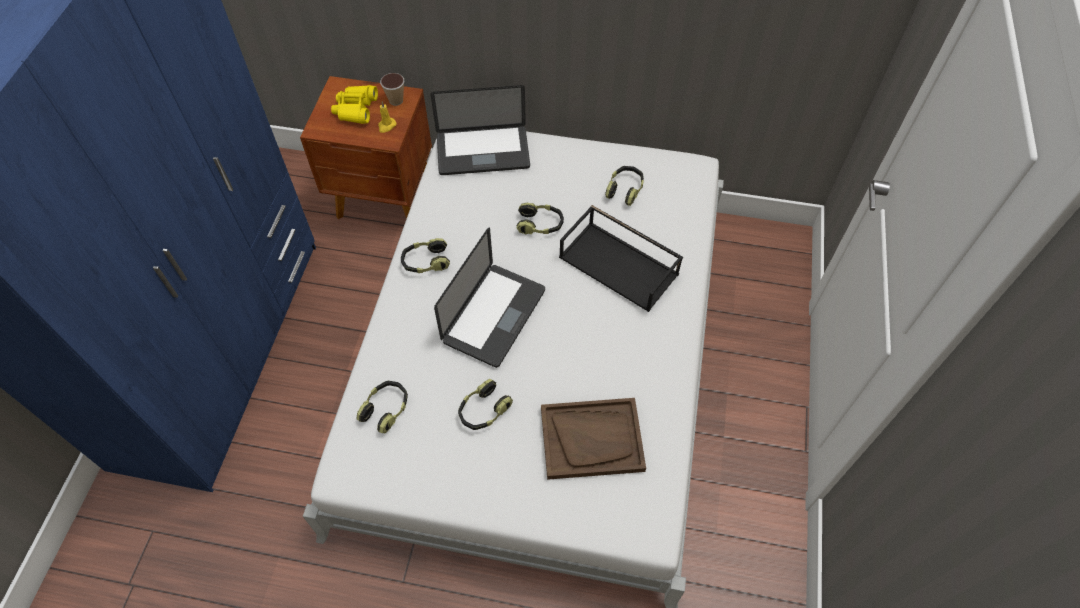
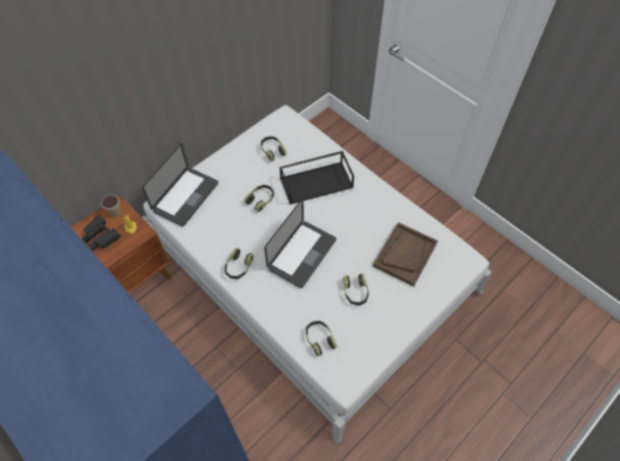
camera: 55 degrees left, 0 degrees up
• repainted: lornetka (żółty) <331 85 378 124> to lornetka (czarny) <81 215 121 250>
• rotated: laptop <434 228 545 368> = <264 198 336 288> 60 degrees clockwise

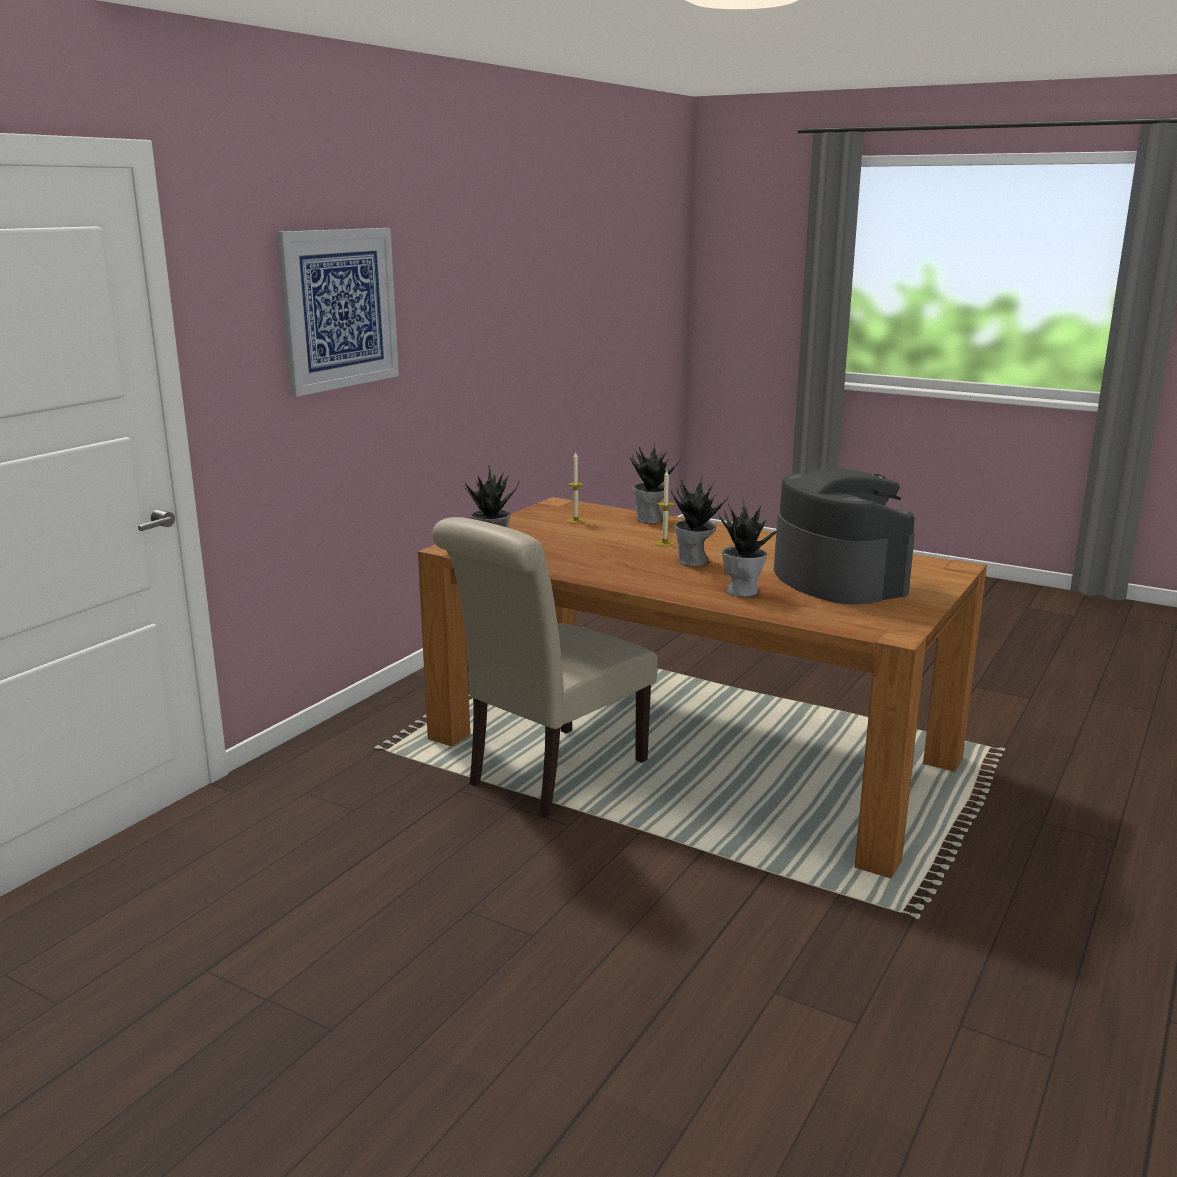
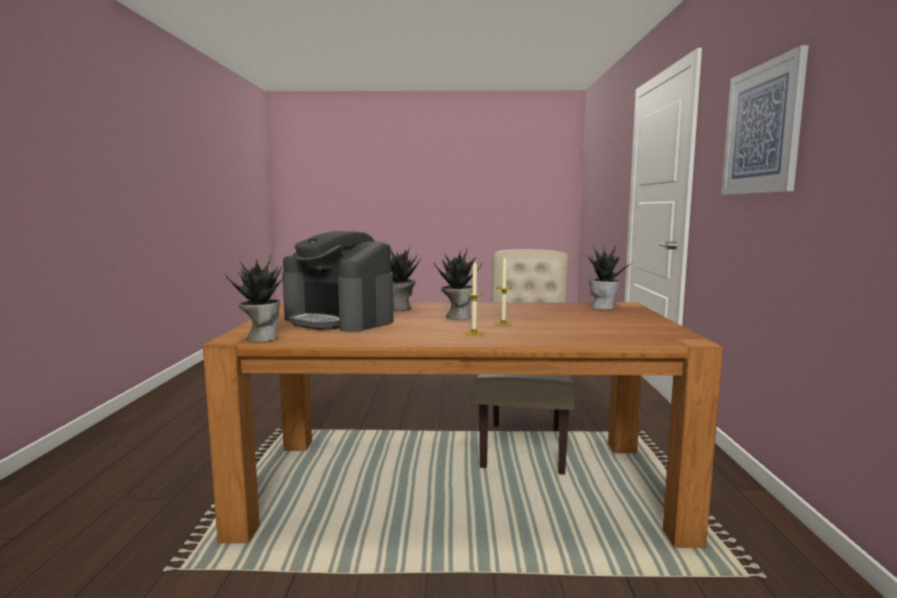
camera: 150 degrees right, 10 degrees down
• shifted: świeca <566 452 585 524> to <464 261 484 336>
• shifted: roślina doniczkowa <630 442 681 523> to <225 255 285 342>

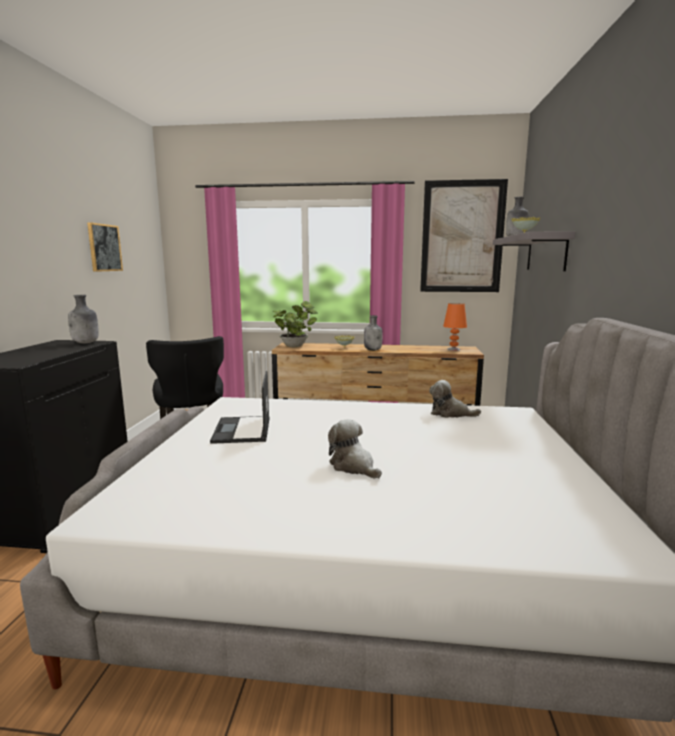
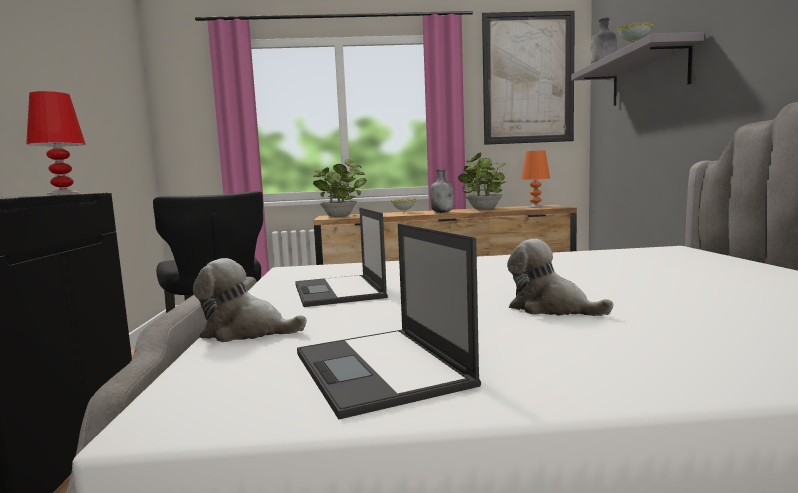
camera: 10 degrees left, 5 degrees down
• swapped: butelka (szary) <68 295 99 343> to lampa stołowa (czerwony) <26 91 86 195>
• gone: obraz <87 222 123 272>
• shifted: pluszak <429 380 481 418> to <193 258 306 342>
• new: laptop <297 224 481 420>
• new: roślina doniczkowa <458 153 507 210>

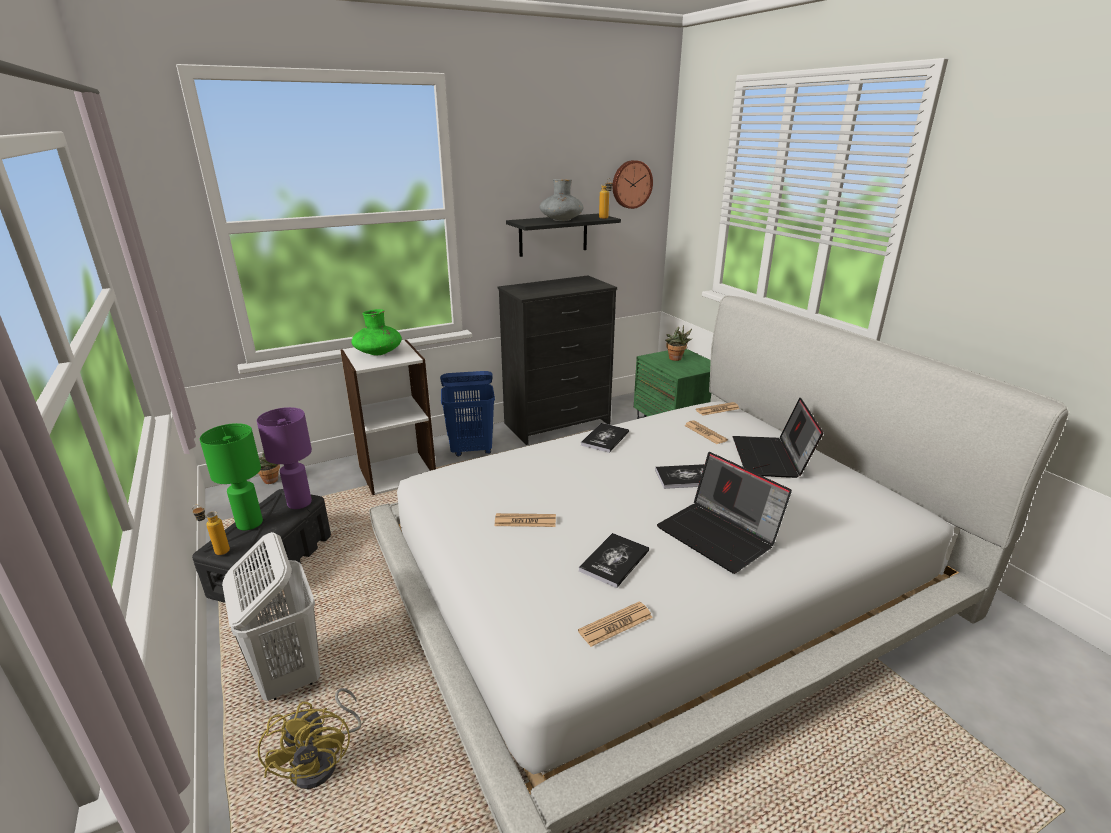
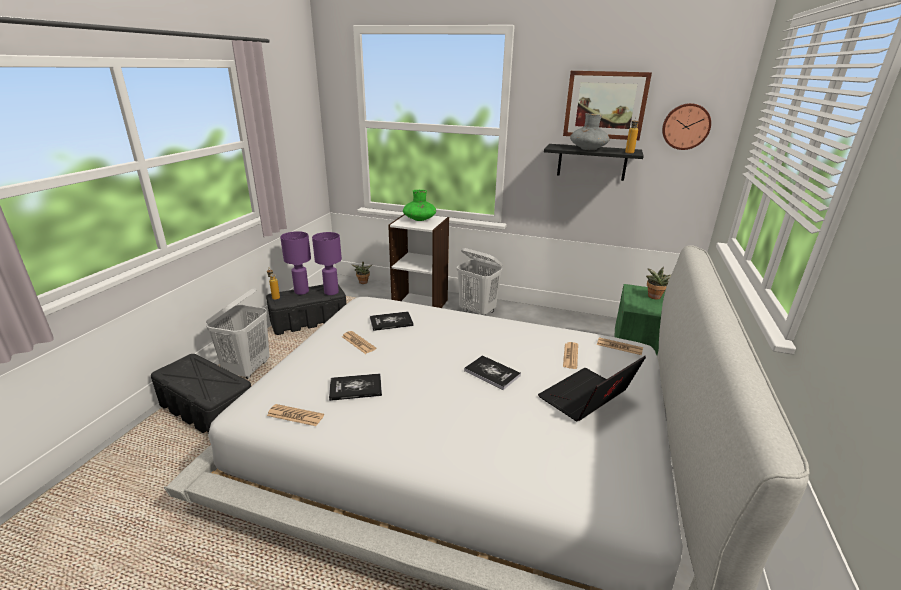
camera: 45 degrees right, 0 degrees up
• repainted: lampa stołowa (zielony) <200 423 263 530> to lampa stołowa (fioletowy) <280 231 311 295>
• swapped: wentylator (żółty) <258 688 361 789> to pojemnik do przechowywania (czarny) <151 354 251 433>
• repainted: kosz na pranie (niebieski) <440 371 495 457> to kosz na pranie (biały) <457 248 503 316>
• gone: komoda (czarny) <498 276 617 445>
• shifted: książka <581 423 629 453> to <370 311 414 331>
• gone: laptop <657 452 792 574>
• new: obraz <563 71 652 140>

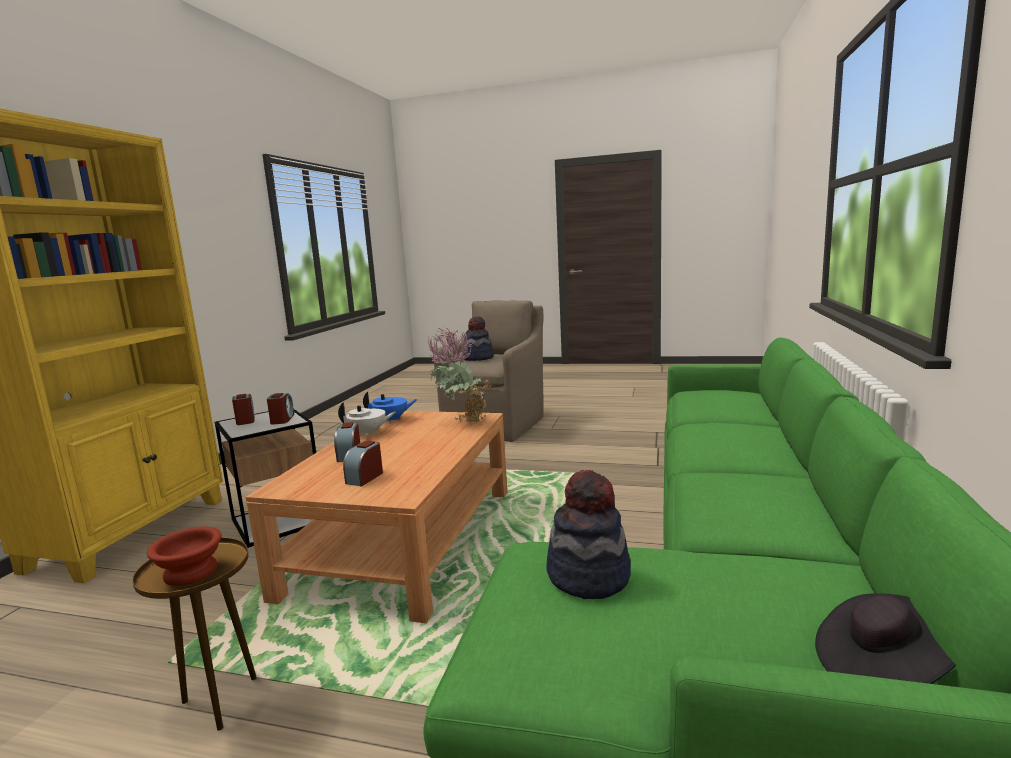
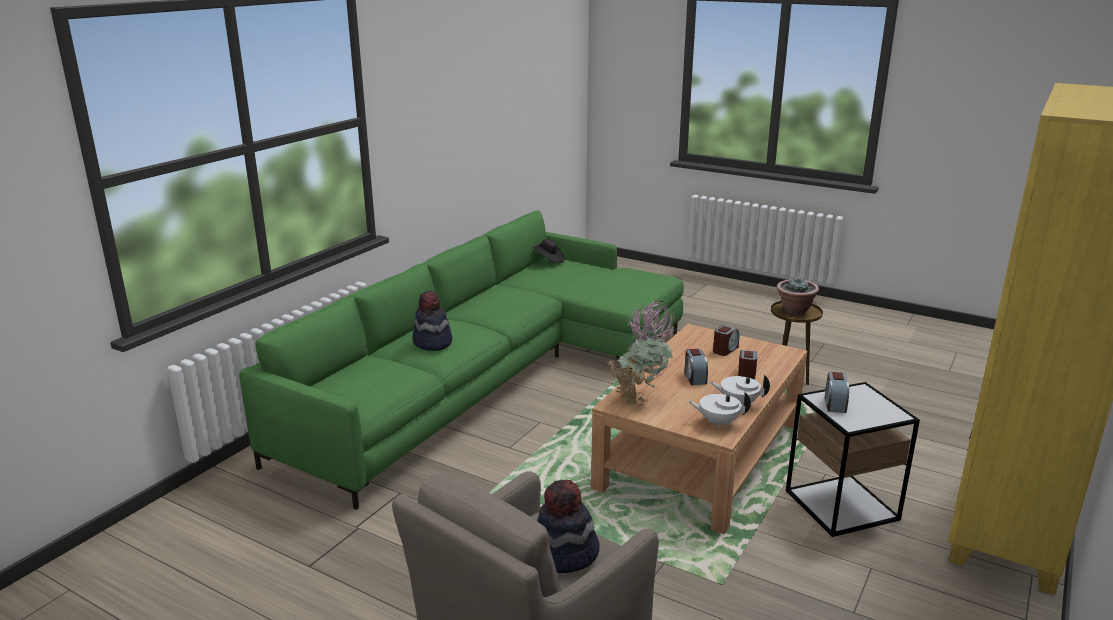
camera: 165 degrees left, 10 degrees up
• swapped: miska (brązowy) <147 526 222 586> to roślina doniczkowa <777 277 819 314>
• shifted: budzik <232 394 255 425> to <684 349 708 385>
• repainted: imbryk (niebieski) <363 392 417 423> to imbryk (biały) <688 392 751 428>
• shifted: kapelusz <546 470 631 599> to <412 291 452 351>

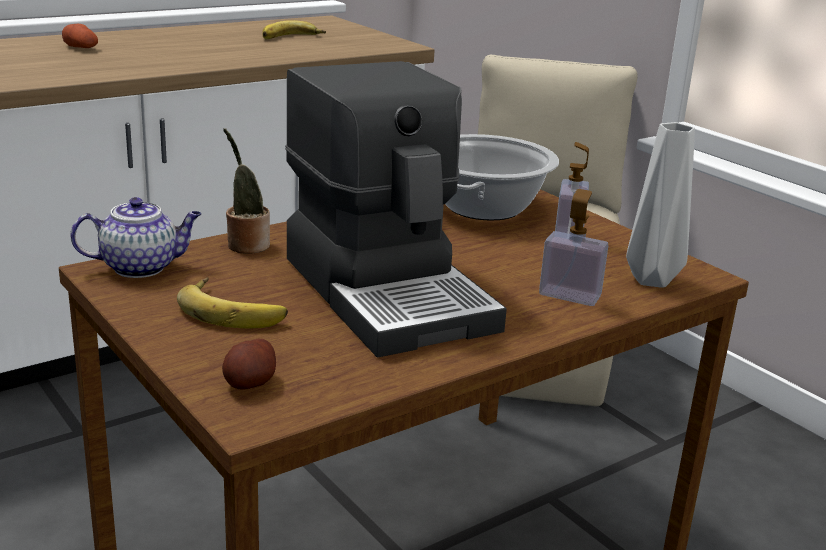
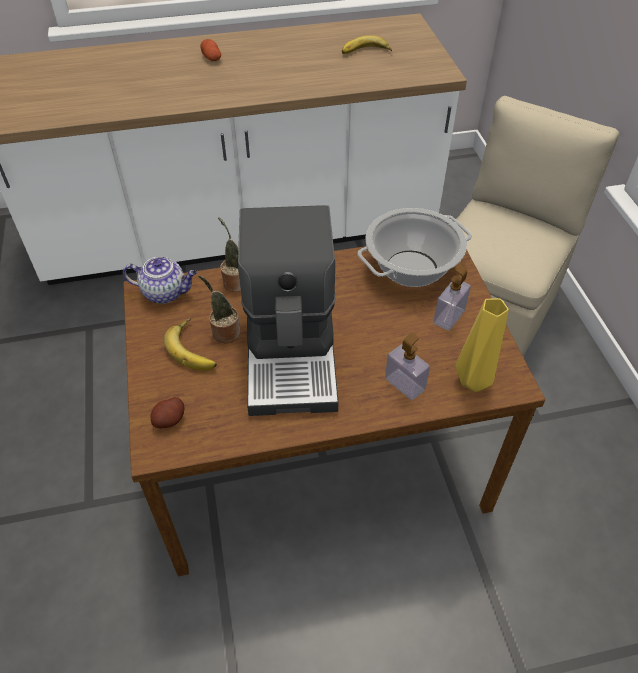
camera: 25 degrees right, 25 degrees up
• repainted: wazon (szary) <626 122 695 288> to wazon (żółty) <455 298 509 392>
• new: roślina doniczkowa <198 275 240 343>

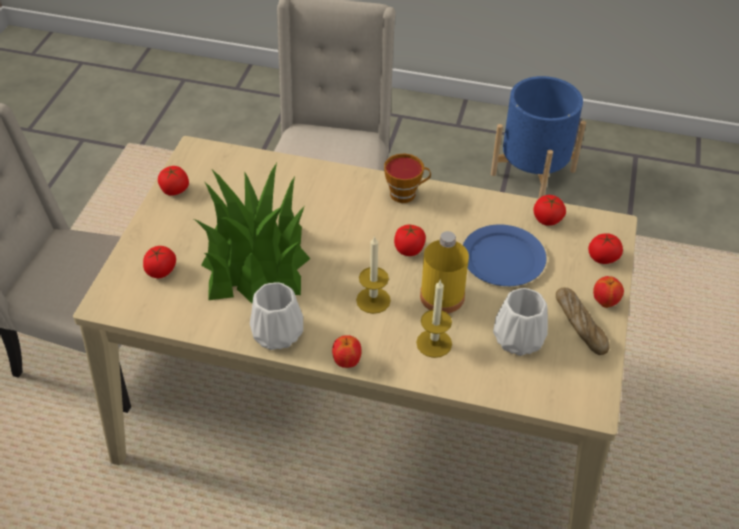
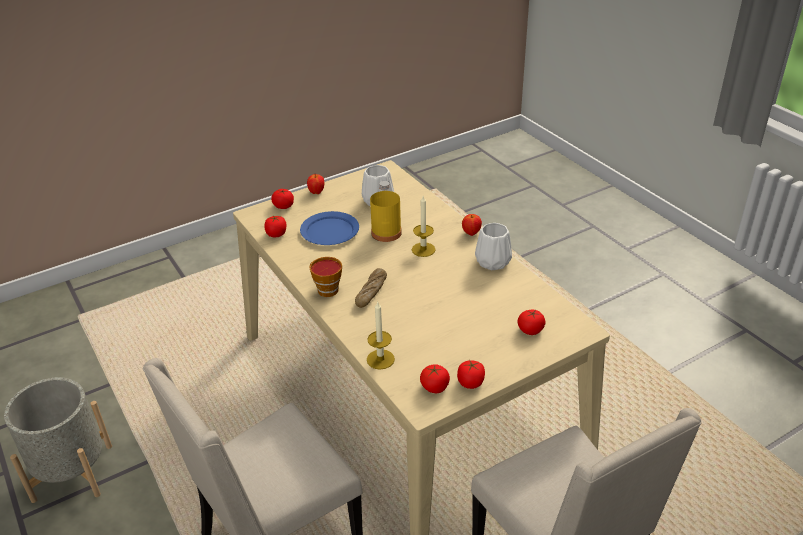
camera: 135 degrees left, 10 degrees down
• gone: roślina doniczkowa <194 163 311 303>
• shifted: pomidor <394 225 426 256> to <420 364 450 393>
• shifted: świeca <416 279 452 358> to <367 301 395 370>
• repainted: donica (niebieski) <491 76 586 199> to donica (szary) <4 377 112 503>
• shifted: chleb <556 287 610 355> to <355 268 387 308>

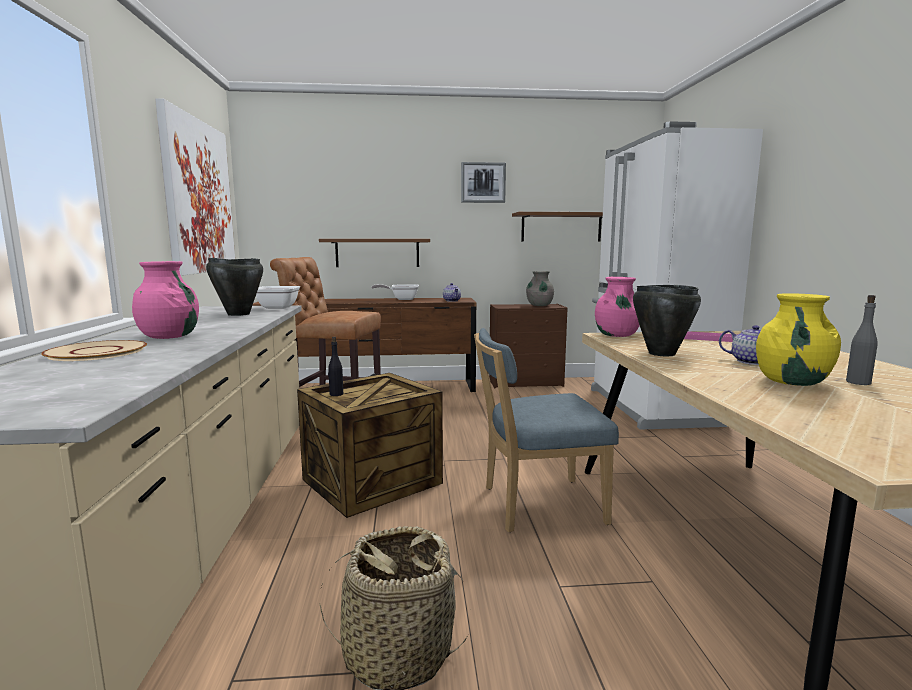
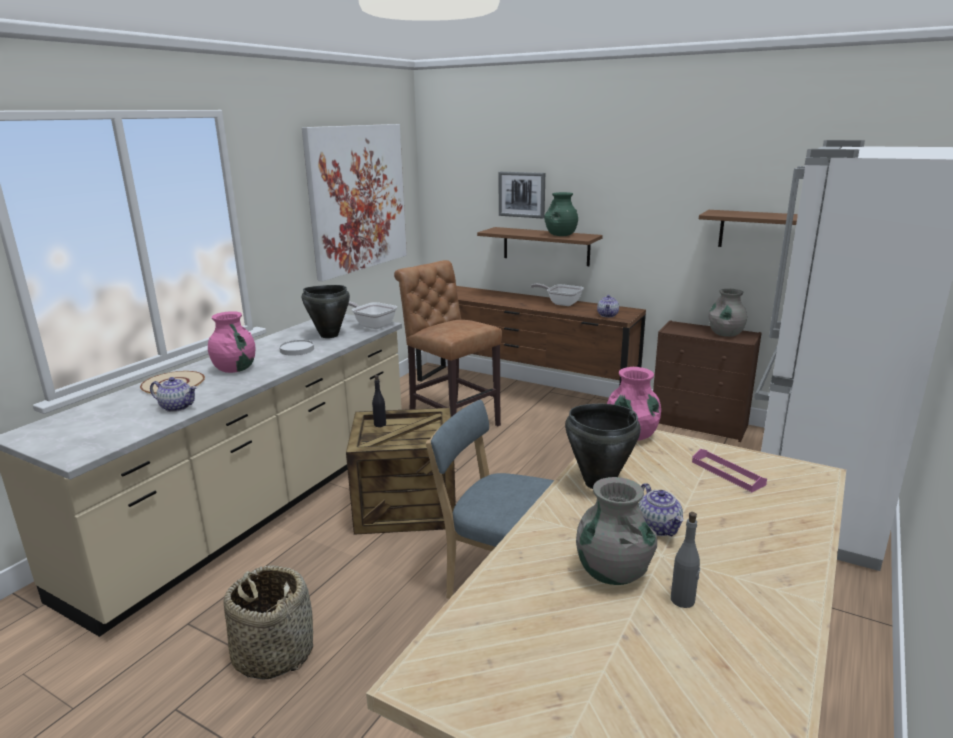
camera: 35 degrees right, 10 degrees up
• shifted: obraz <461 162 506 203> to <499 172 545 219>
• repainted: wazon (żółty) <756 293 841 386> to wazon (szary) <576 477 657 585>
• new: imbryk <150 377 197 412>
• new: talerz (biały) <279 340 314 356>
• new: wazon (zielony) <544 192 578 236>

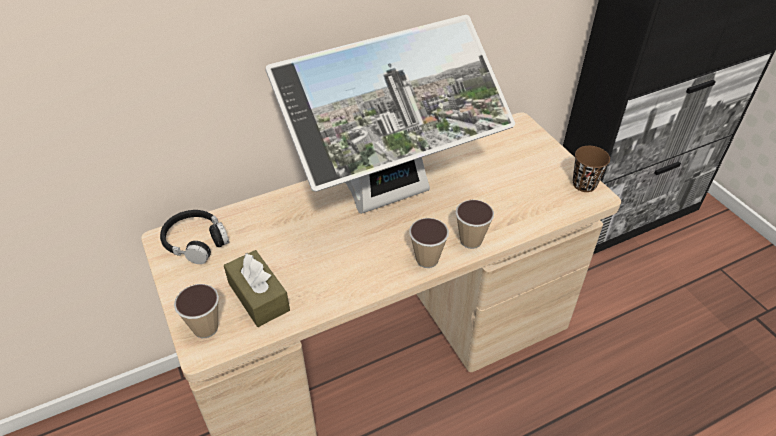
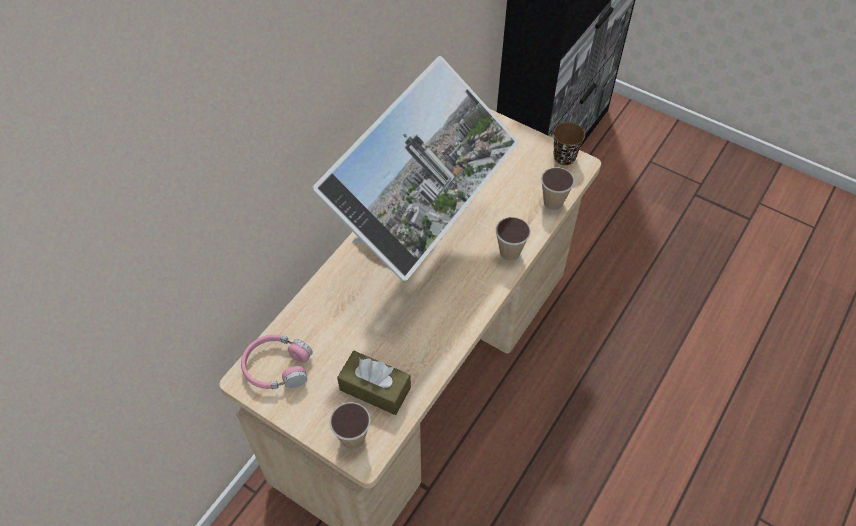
camera: 30 degrees left, 10 degrees up
• repainted: słuchawki (czarny) <160 210 229 264> to słuchawki (różowy) <241 335 313 389>
• shifted: filiżanka <409 218 449 268> to <541 167 575 210>

